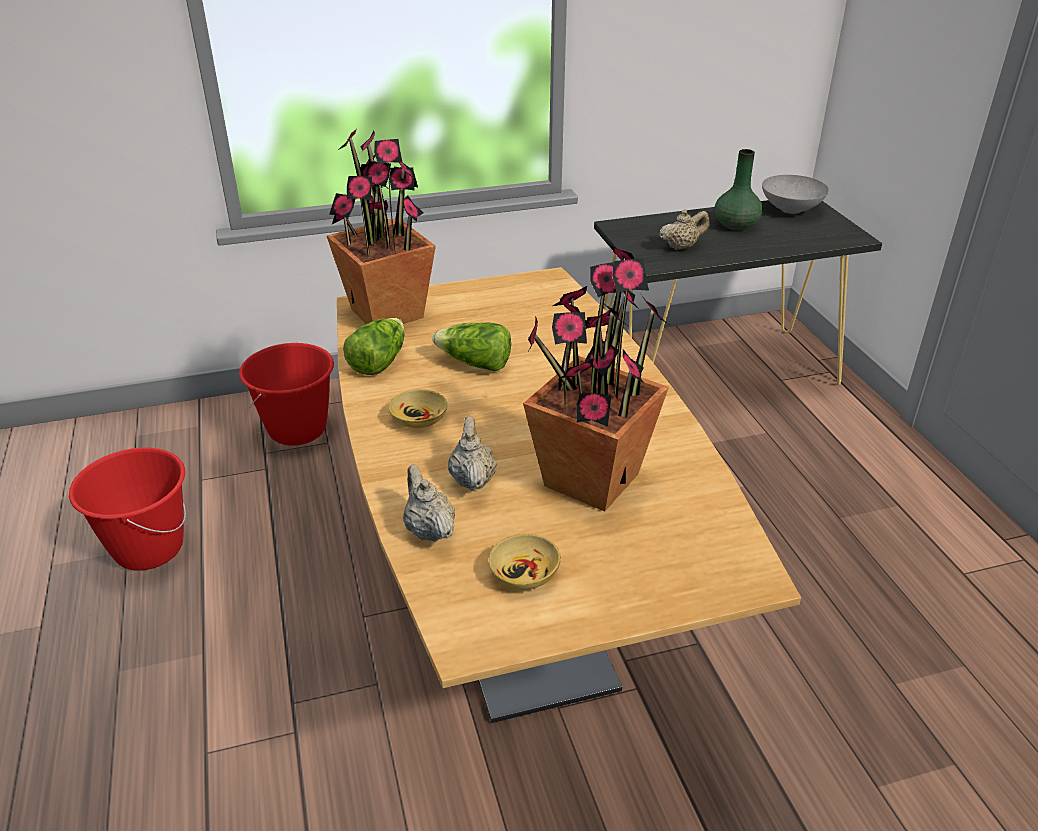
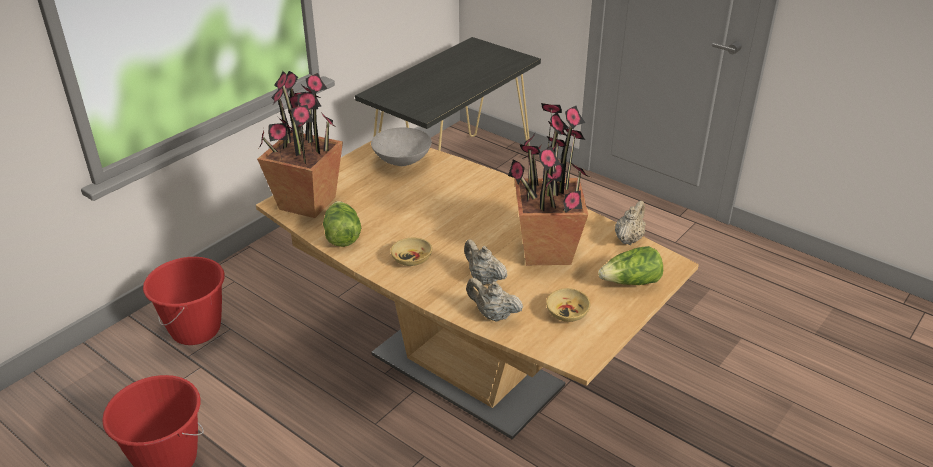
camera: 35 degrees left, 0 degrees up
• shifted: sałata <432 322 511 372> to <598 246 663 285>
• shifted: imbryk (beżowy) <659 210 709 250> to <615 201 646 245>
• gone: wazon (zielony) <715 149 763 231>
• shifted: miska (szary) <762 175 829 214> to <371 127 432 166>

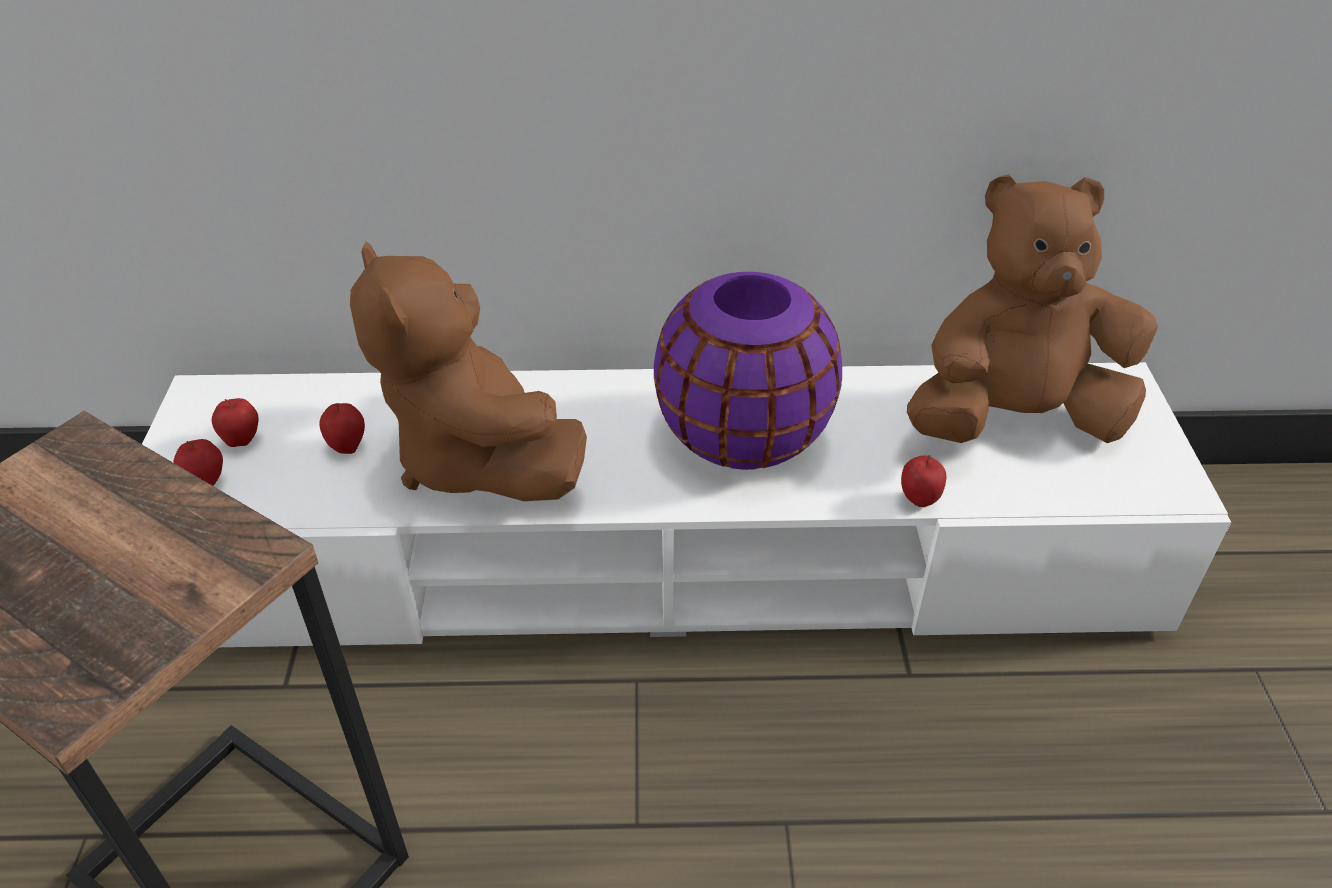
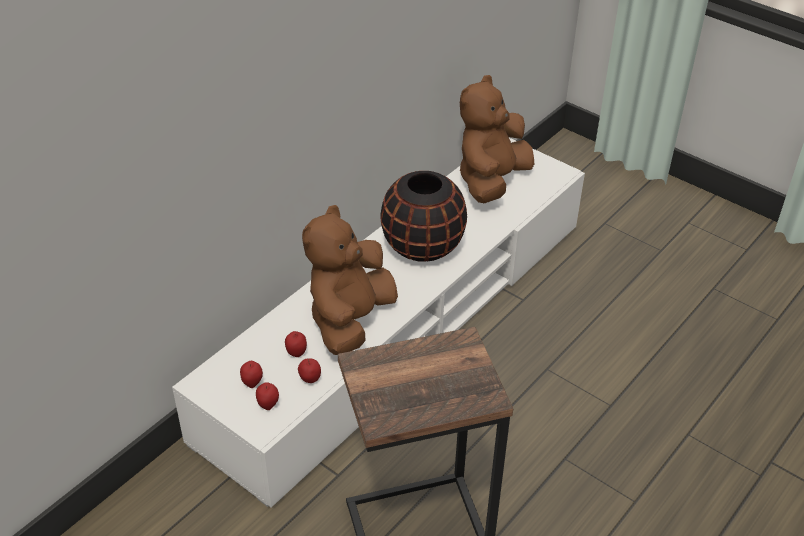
camera: 50 degrees left, 0 degrees up
• rotated: pluszak (brązowy) <350 241 587 501> = <302 205 398 355> 105 degrees clockwise
• repainted: wazon (fioletowy) <654 272 842 470> to wazon (czarny) <381 171 467 262>
• shifted: jabłko <901 455 946 507> to <298 358 321 383>

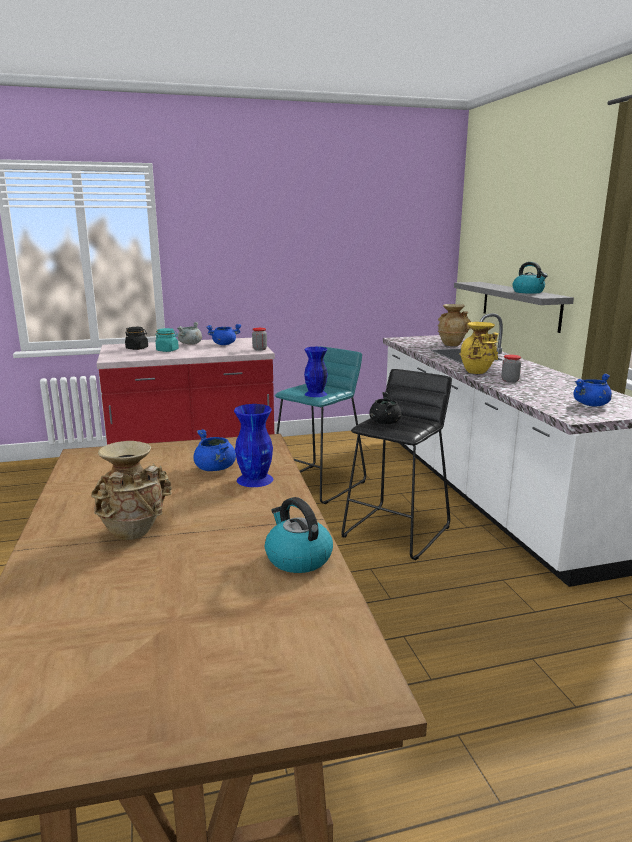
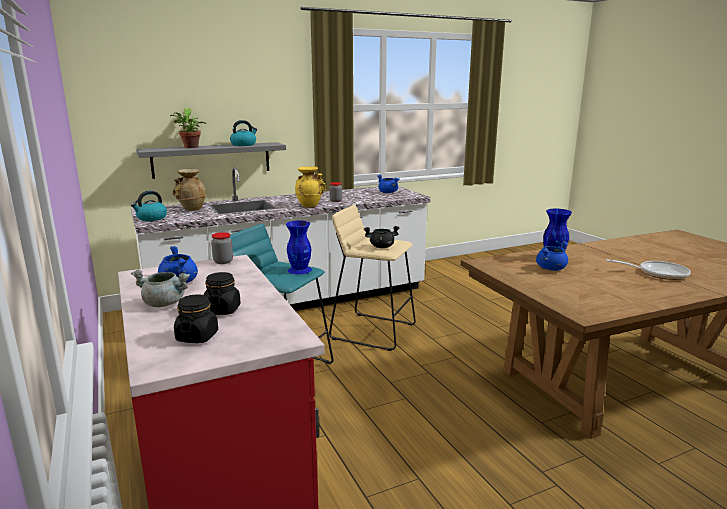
camera: 100 degrees left, 0 degrees up
• swapped: wazon (beżowy) <91 441 172 540> to patelnia <606 259 691 280>
• repainted: słoik (turkusowy) <155 328 179 352> to słoik (czarny) <204 272 241 315>
• shifted: czajnik <265 497 333 573> to <131 191 167 221>
• repainted: stołek (czarny) <341 369 452 560> to stołek (beżowy) <329 205 416 351>
• new: roślina doniczkowa <170 108 207 148>

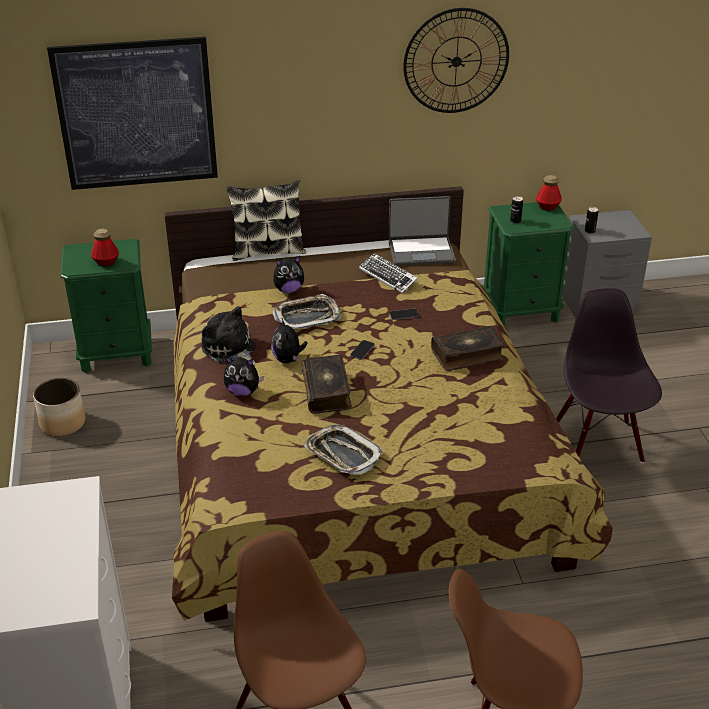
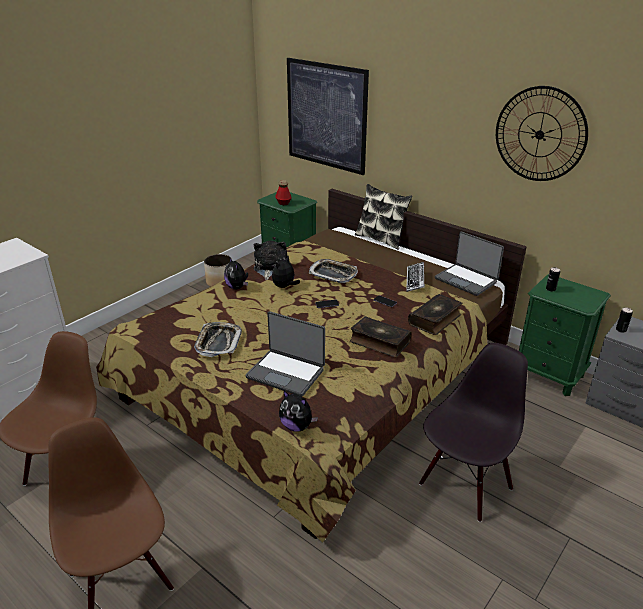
camera: 50 degrees right, 5 degrees down
• shifted: pluszak <273 256 304 293> to <279 390 318 432>
• shifted: książka <301 355 352 414> to <408 294 462 335>
• gone: butelka <536 175 562 211>
• new: laptop <245 311 325 397>

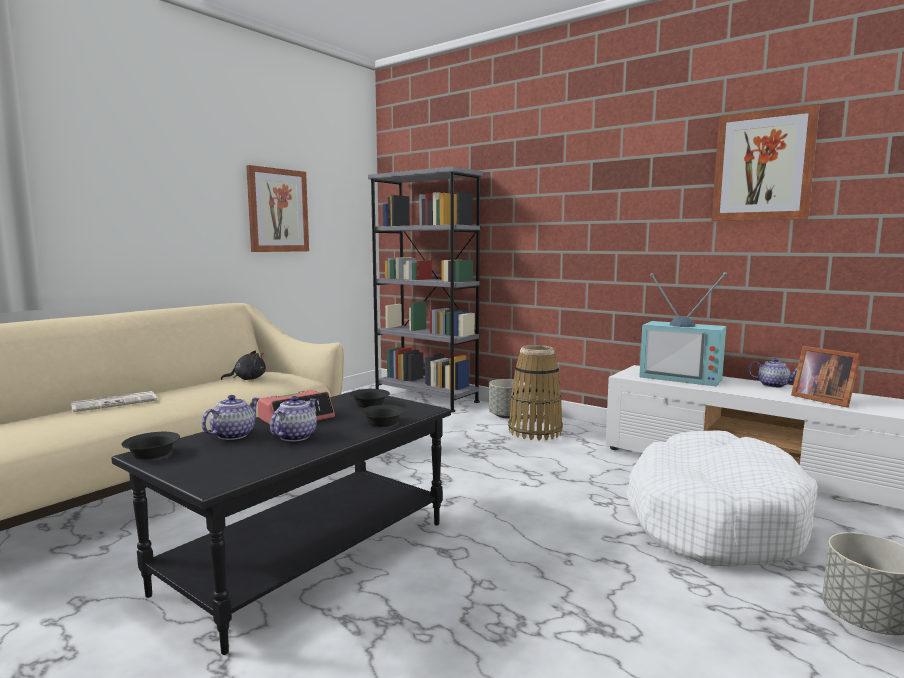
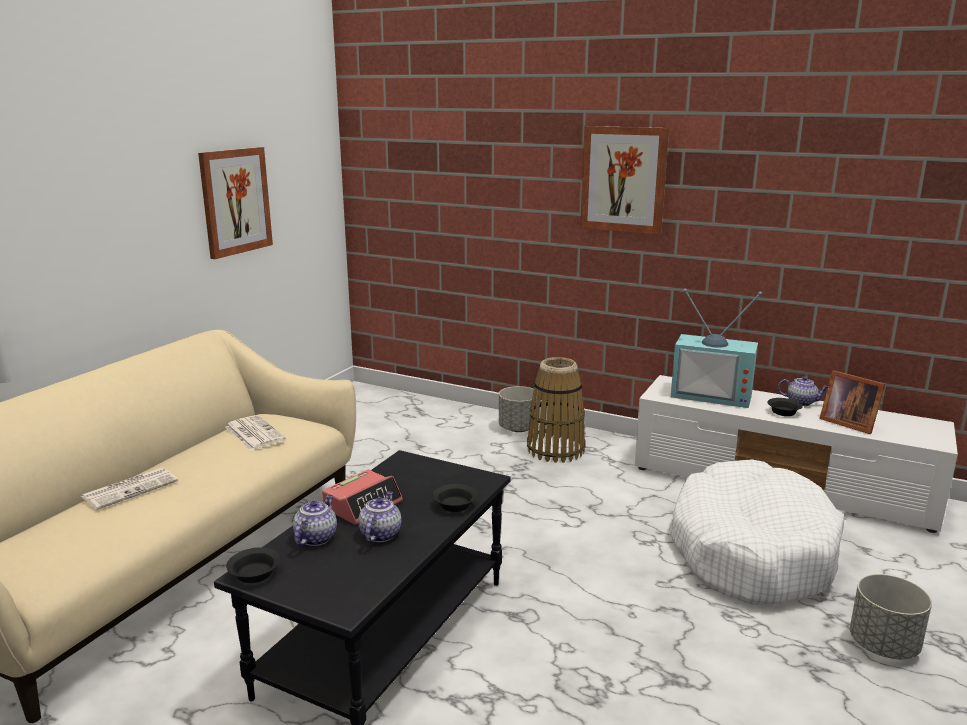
camera: 10 degrees left, 10 degrees up
• swapped: pluszak (czarny) <221 350 266 380> to gazeta <225 415 286 451>
• shifted: miska (czarny) <349 389 390 408> to <767 398 803 416>
• gone: regał (szary) <368 166 483 412>
• shifted: obraz <712 104 820 221> to <580 126 669 235>

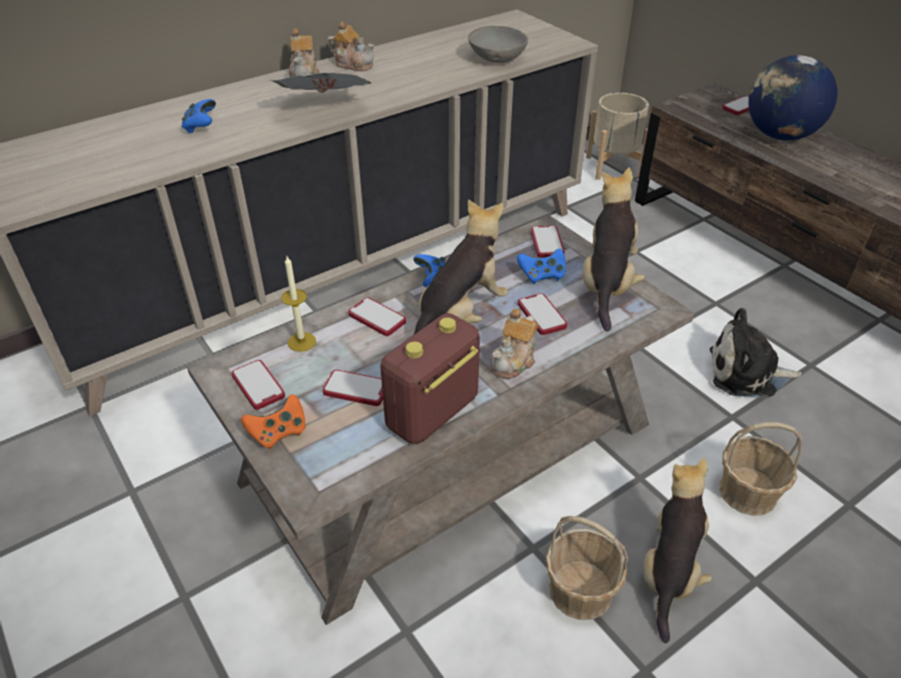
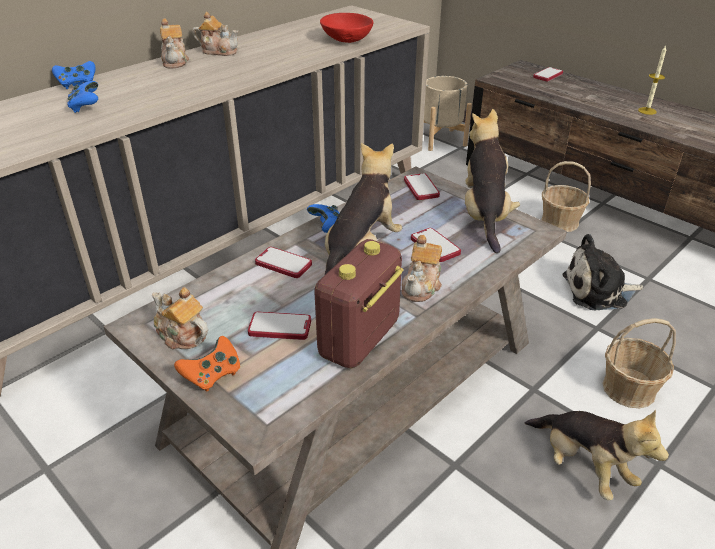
camera: 10 degrees left, 5 degrees down
• swapped: telefon <232 360 285 410> to imbryk <152 287 208 350>
• gone: gazeta <269 73 371 93>
• shifted: świeca <281 256 316 352> to <638 45 666 115>
• repainted: miska (szary) <468 26 528 63> to miska (czerwony) <320 13 373 43>
• shifted: pad do gier (niebieski) <517 249 566 284> to <52 61 96 89>
• shifted: koszyk <546 516 628 620> to <541 161 591 232>
• rotated: pluszak <644 458 712 643> = <525 410 669 500> 135 degrees clockwise
• gone: globus <749 55 838 141>

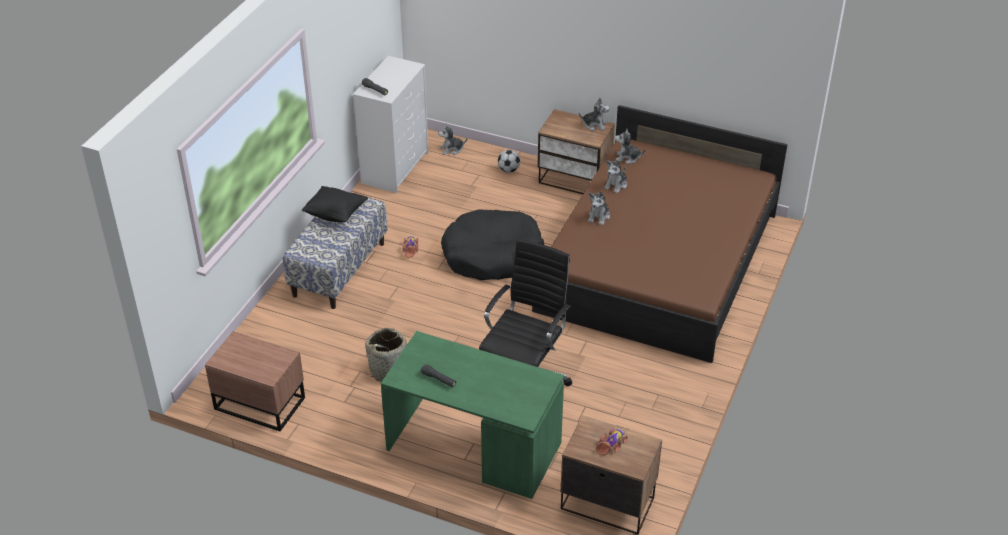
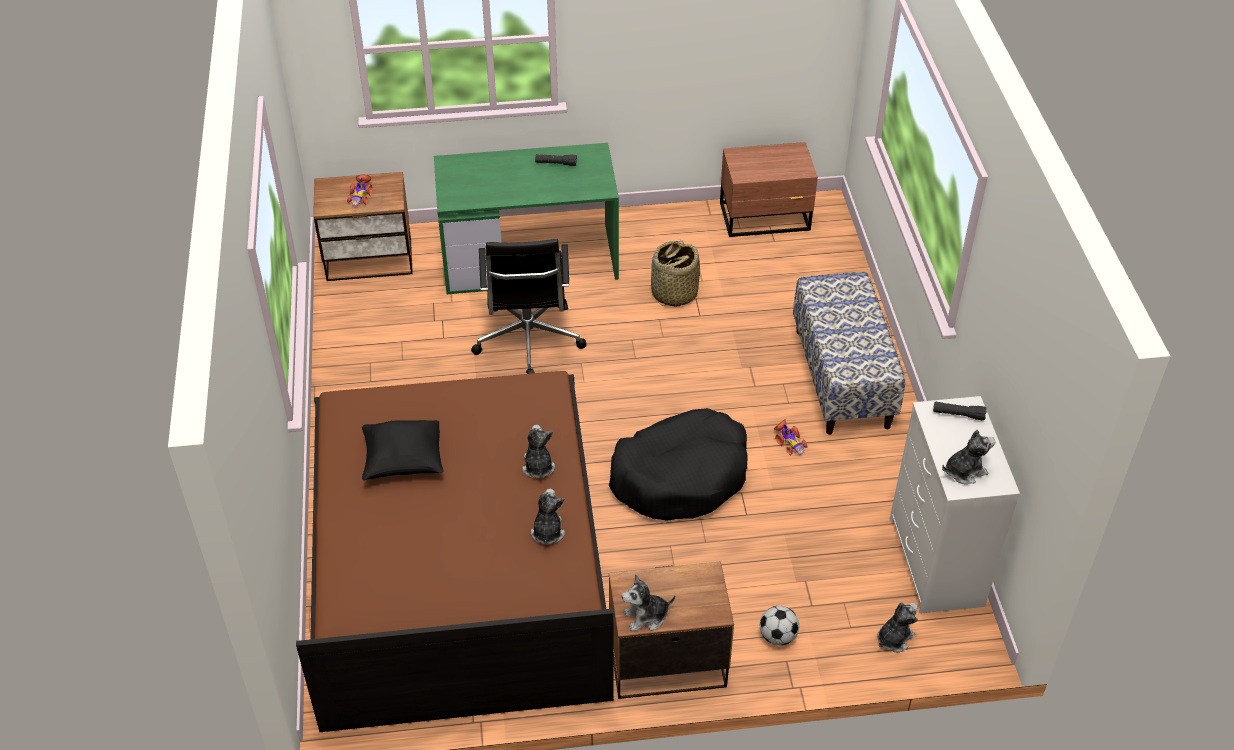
camera: 150 degrees right, 5 degrees up
• shifted: poduszka (czarny) <302 186 368 222> to <362 420 444 480>
• shifted: pluszak <615 129 646 164> to <942 430 996 484>

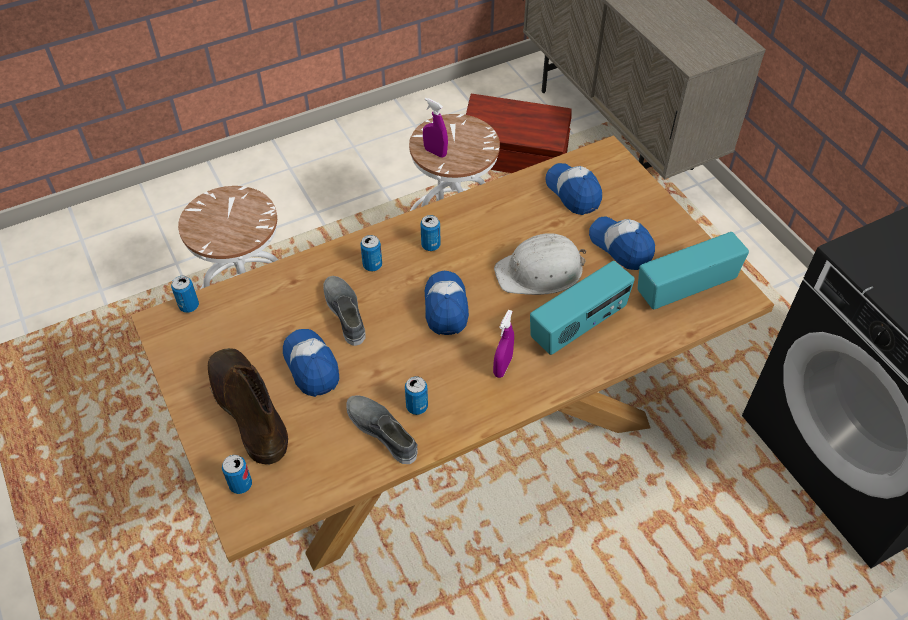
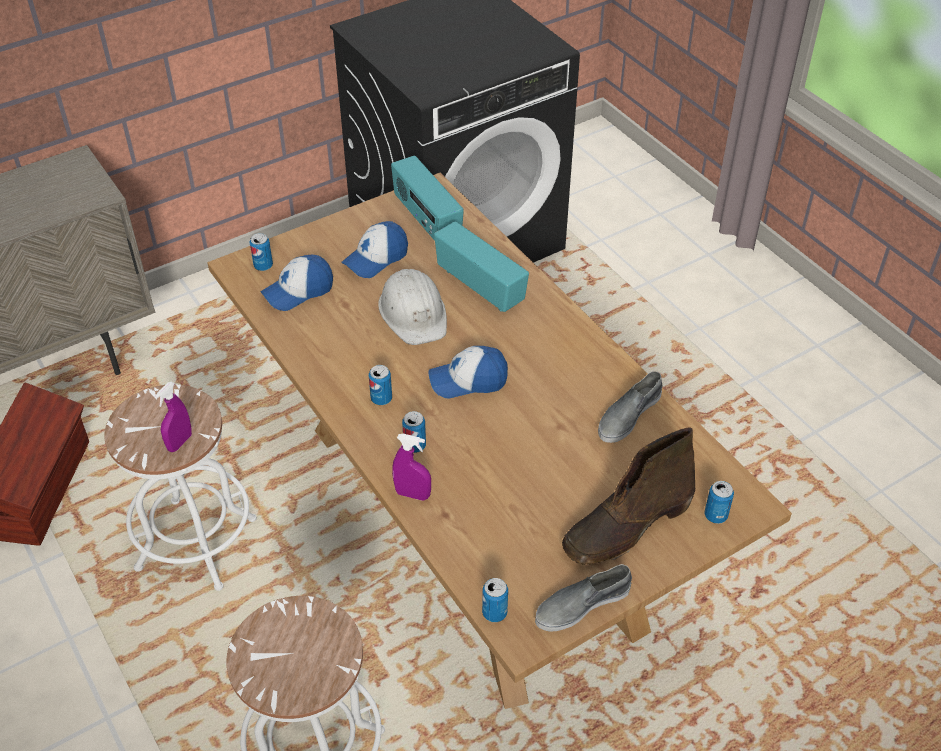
camera: 95 degrees left, 5 degrees down
• gone: czapka z daszkiem <283 329 339 397>
• shifted: but (szary) <323 276 366 346> to <535 564 632 632>
• shifted: puszka <405 376 428 415> to <250 233 273 271>
• shifted: spryskiwacz (fioletowy) <493 310 514 378> to <392 434 431 501>

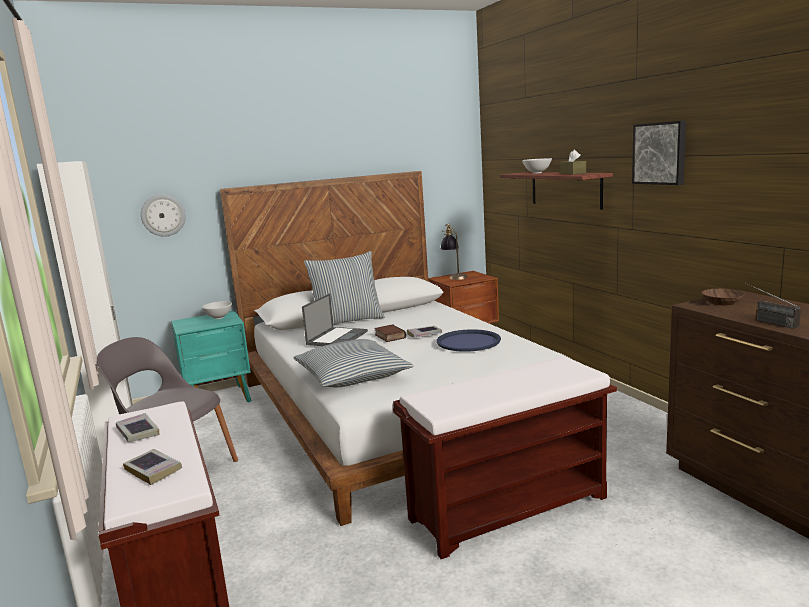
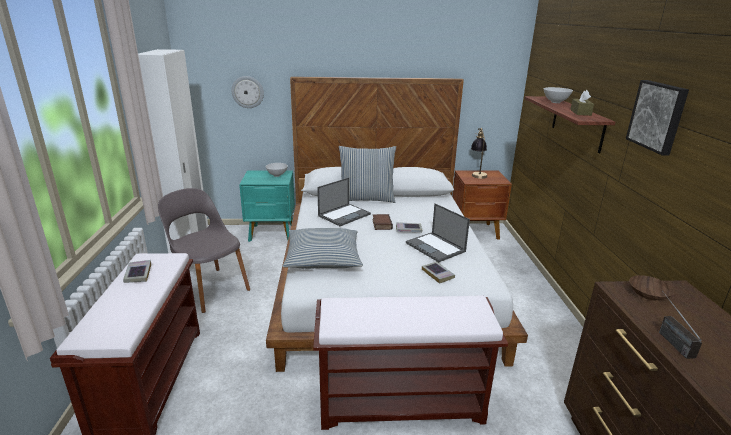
camera: 20 degrees right, 10 degrees up
• shifted: książka <123 449 182 485> to <422 261 455 284>
• swapped: taca (niebieski) <437 329 501 352> to laptop <406 203 470 262>

